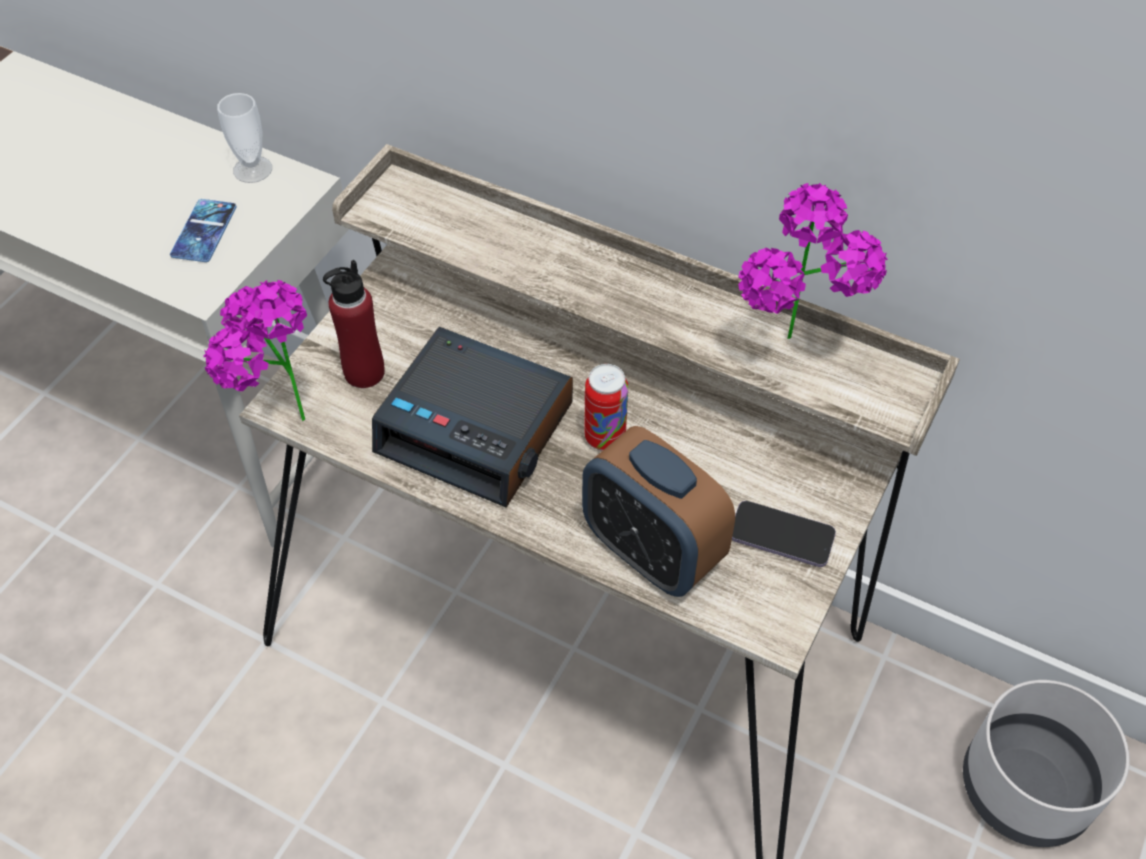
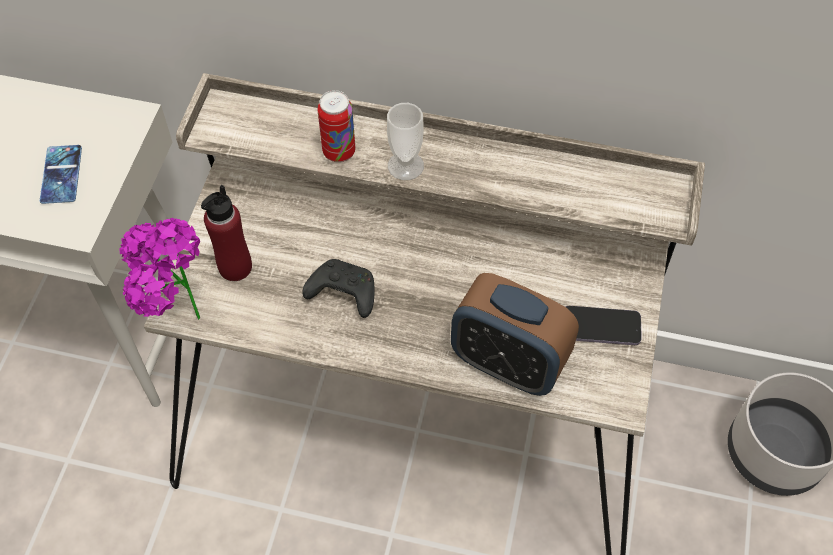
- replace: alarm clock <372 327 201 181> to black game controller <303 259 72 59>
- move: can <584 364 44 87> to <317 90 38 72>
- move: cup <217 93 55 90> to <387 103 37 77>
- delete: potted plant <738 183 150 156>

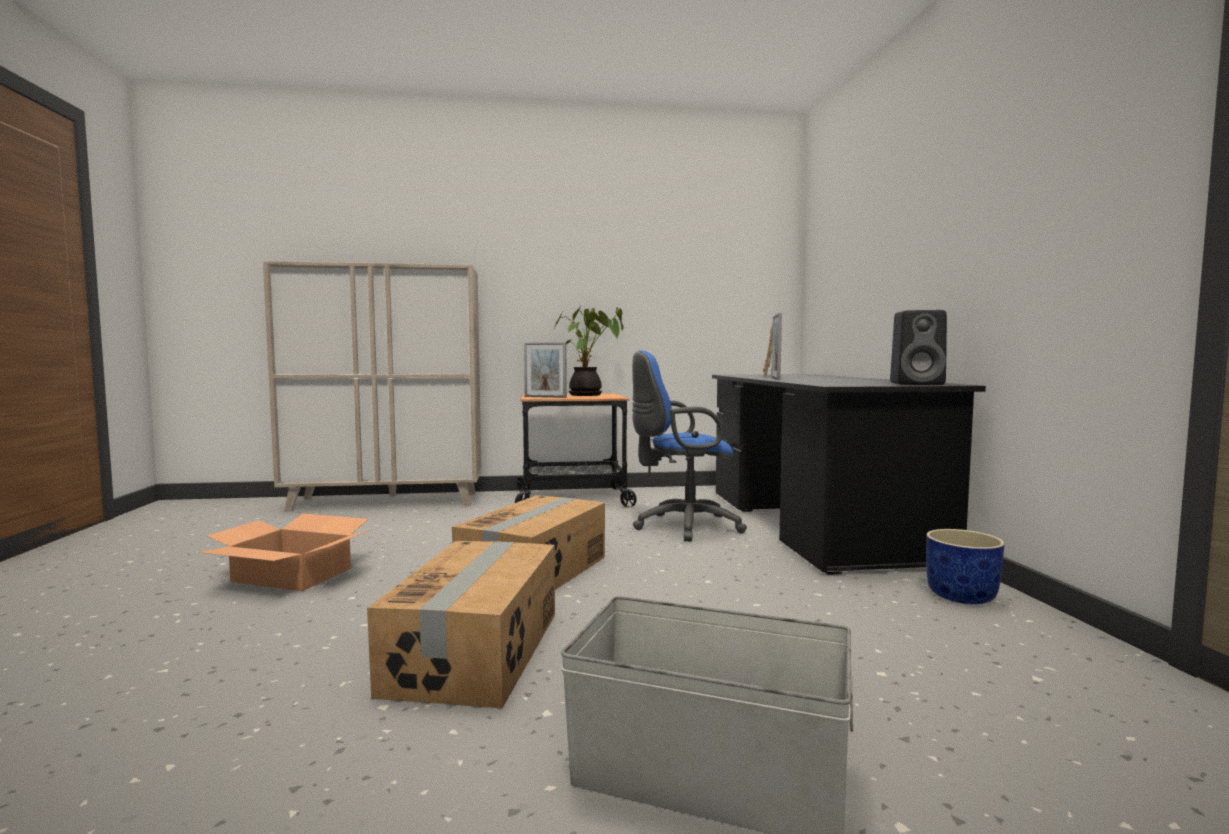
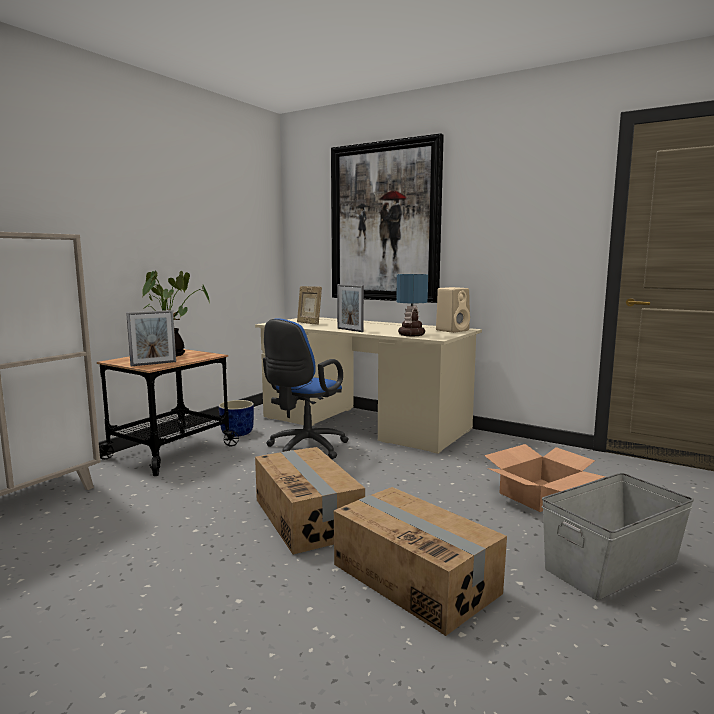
- move: blue planter <926 529 79 75> to <219 400 35 37>
- recolor: black desk <712 374 274 201> to beige desk <255 317 227 137>
- insert: picture <331 133 113 170>
- insert: table lamp <396 274 32 62>
- recolor: black speaker <890 310 57 75> to beige speaker <436 287 34 46>
- move: cardboard box <199 513 171 78> to <484 444 121 68>

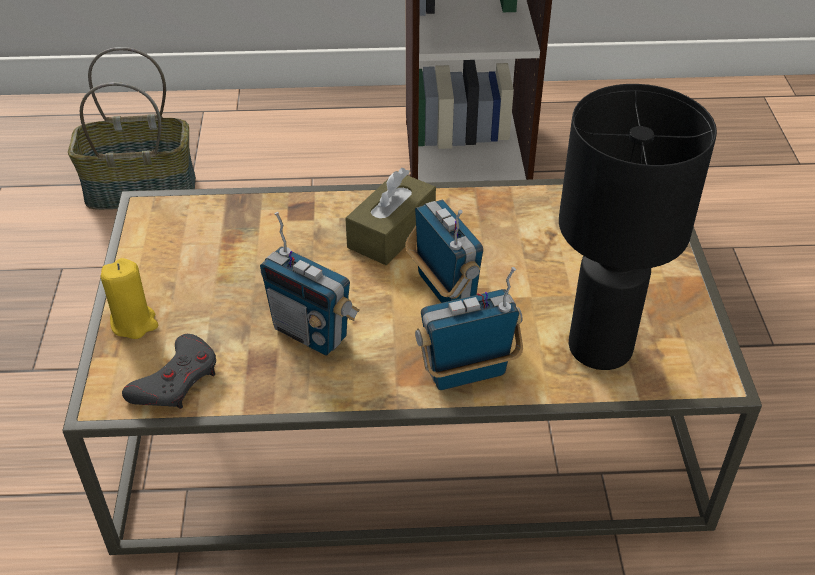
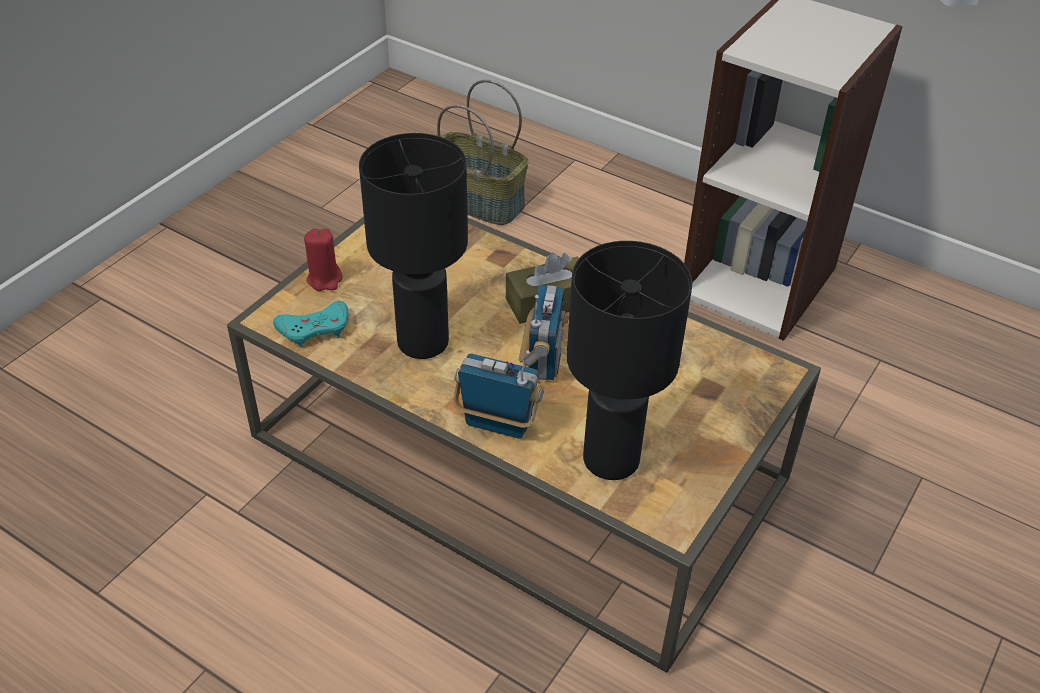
- recolor: grey game controller <122 334 94 75> to turquoise game controller <273 301 75 47>
- recolor: yellow candle <101 258 57 81> to red candle <304 228 38 63>
- replace: radio <260 212 99 144> to black table lamp <359 133 109 226>

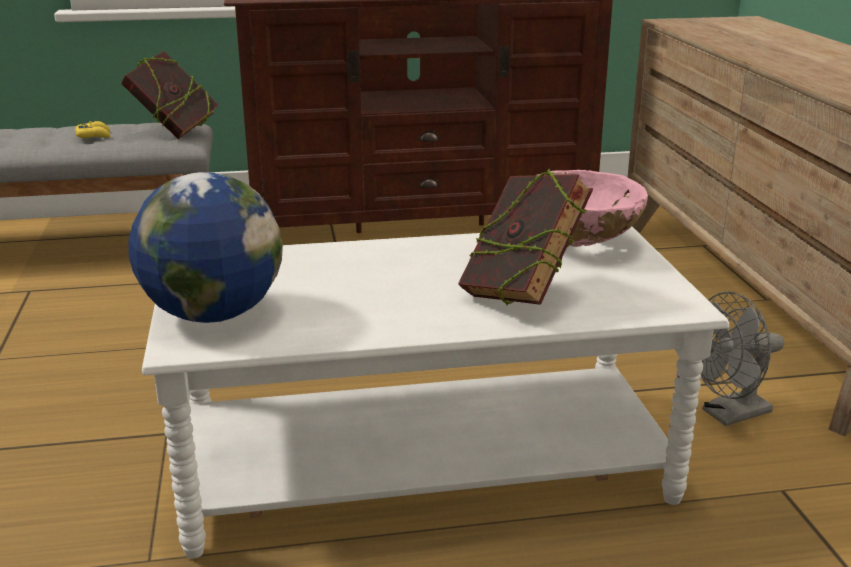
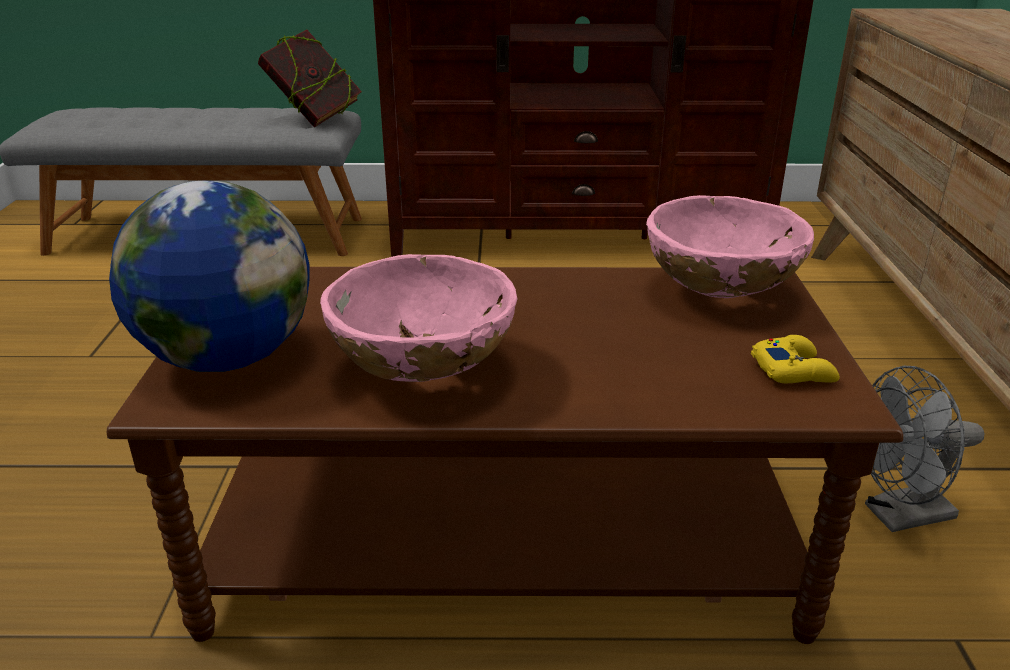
- recolor: white coffee table <142 227 587 332> to brown coffee table <107 267 796 377>
- insert: pink bowl <320 254 198 128>
- move: yellow game controller <75 121 36 17> to <751 335 89 49>
- delete: book <458 167 135 138>

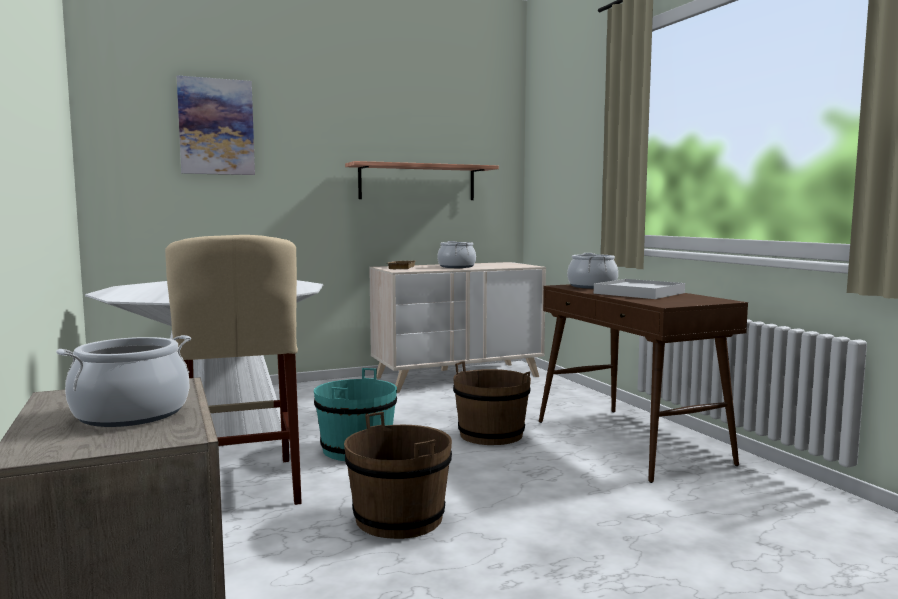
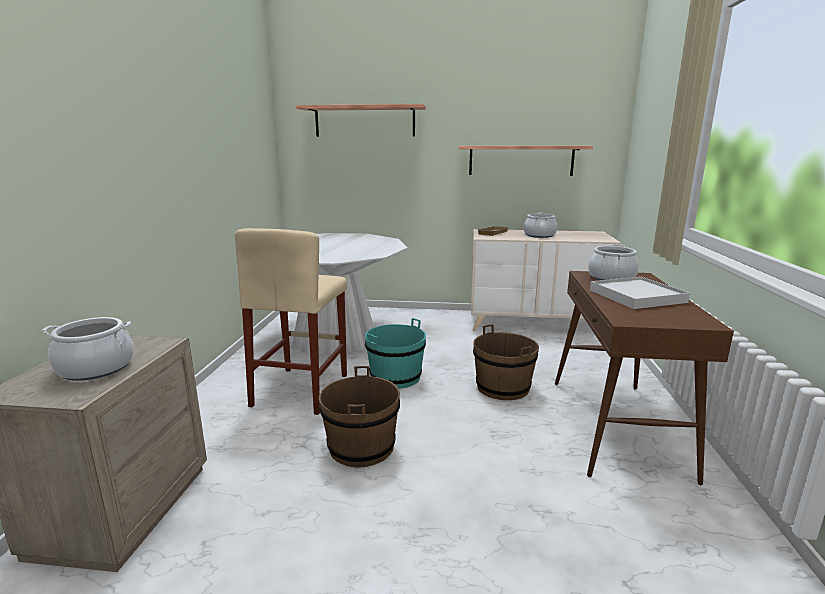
- replace: picture <177 75 78 100> to shelf <296 104 130 33>

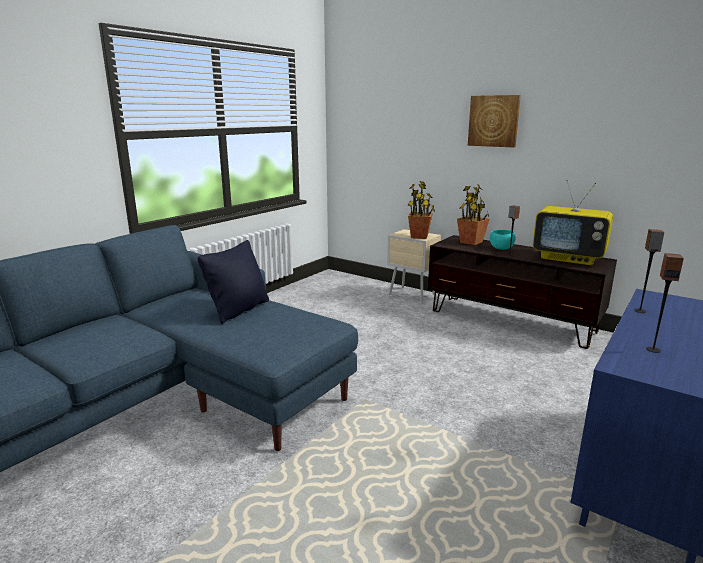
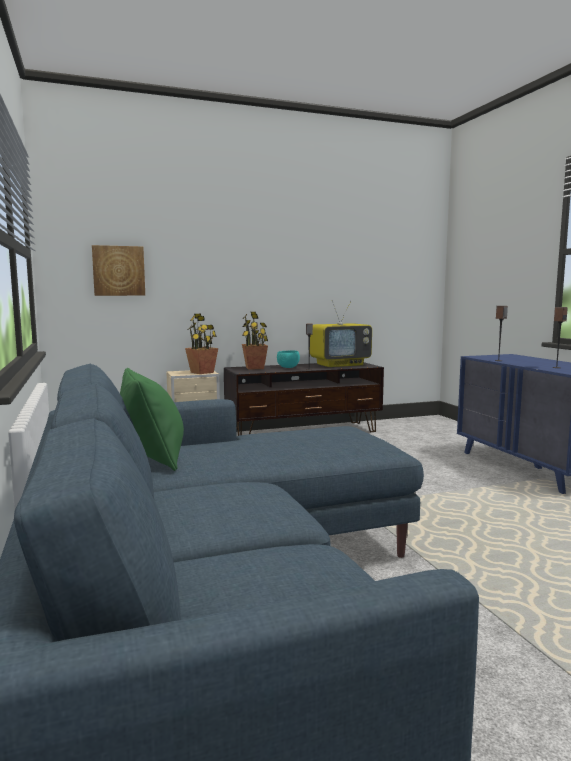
- move: picture <468 95 53 52> to <92 245 53 51>
- insert: green pillow <120 368 64 103>
- delete: black pillow <198 240 71 84>

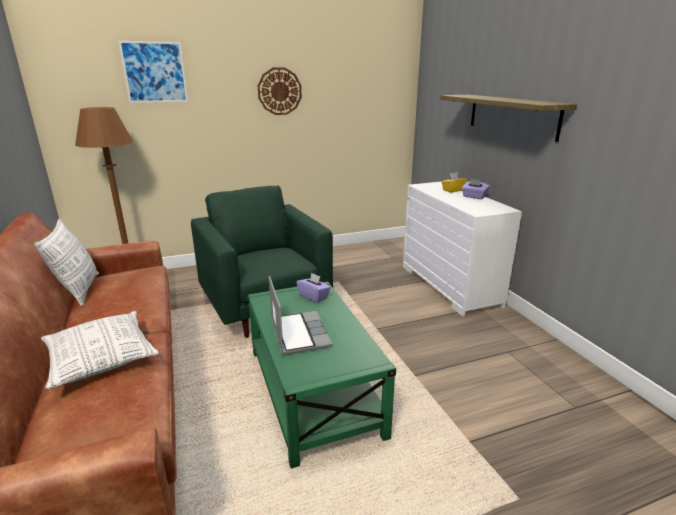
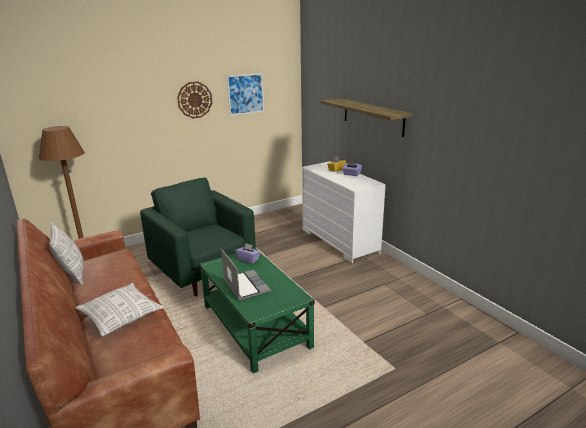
- move: picture <119 41 69 62> to <227 73 37 43>

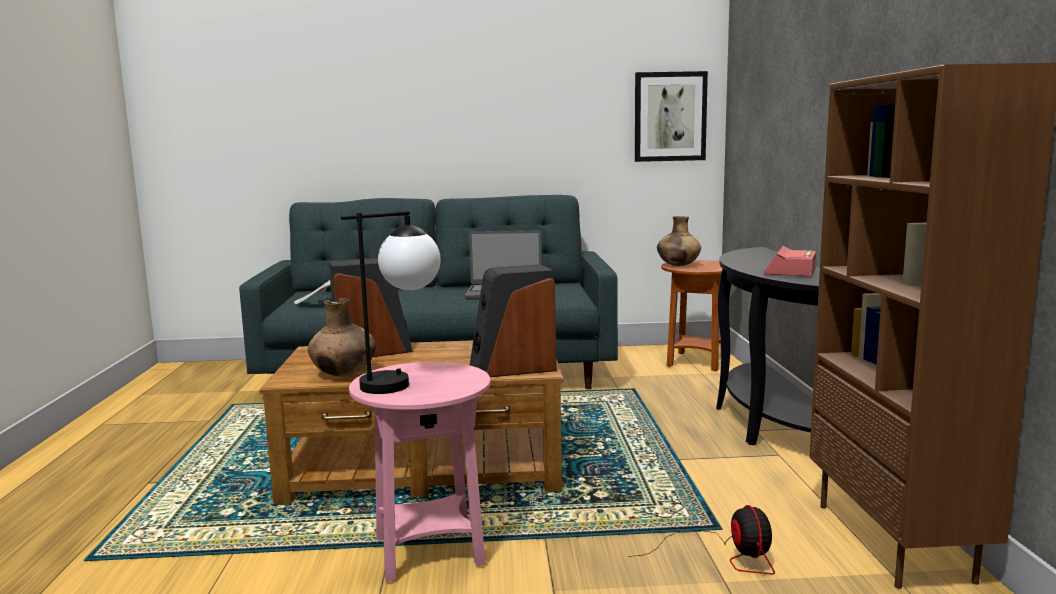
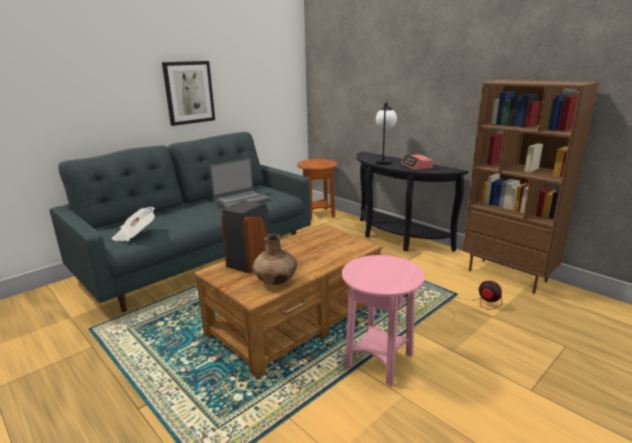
- move: picture <635 71 73 91> to <162 61 53 65>
- move: table lamp <341 211 100 183> to <375 101 22 64>
- delete: speaker <470 264 87 113>
- delete: brown vase <657 216 44 50>

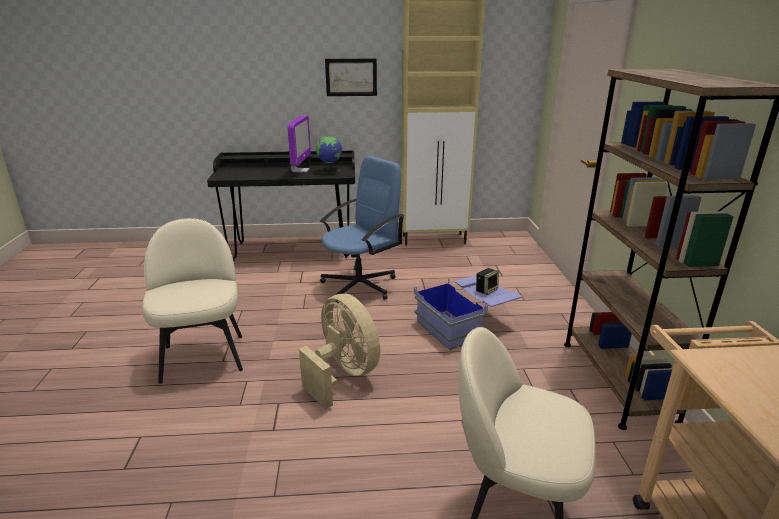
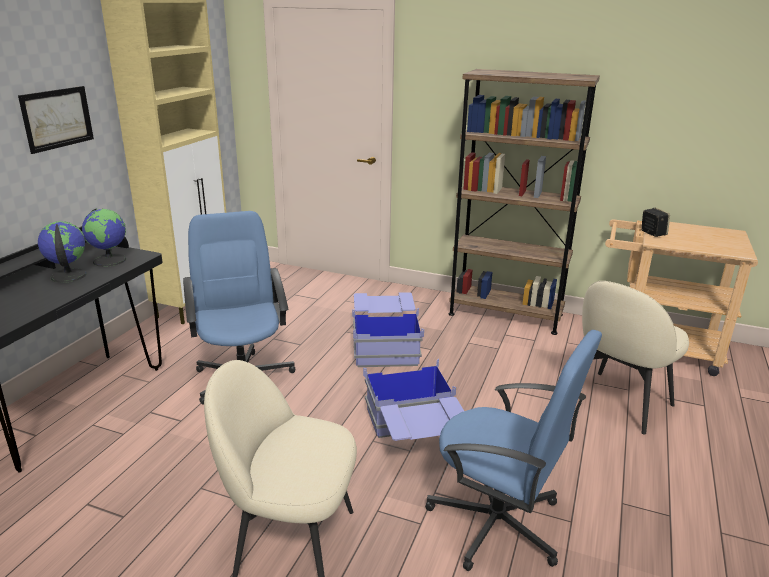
- replace: monitor <287 116 24 57> to globe <38 221 49 62>
- replace: beige fan <299 294 81 115> to blue storage box <363 359 101 82>
- insert: blue office chair <425 330 177 241>
- move: speaker <476 268 23 27> to <641 208 29 29>

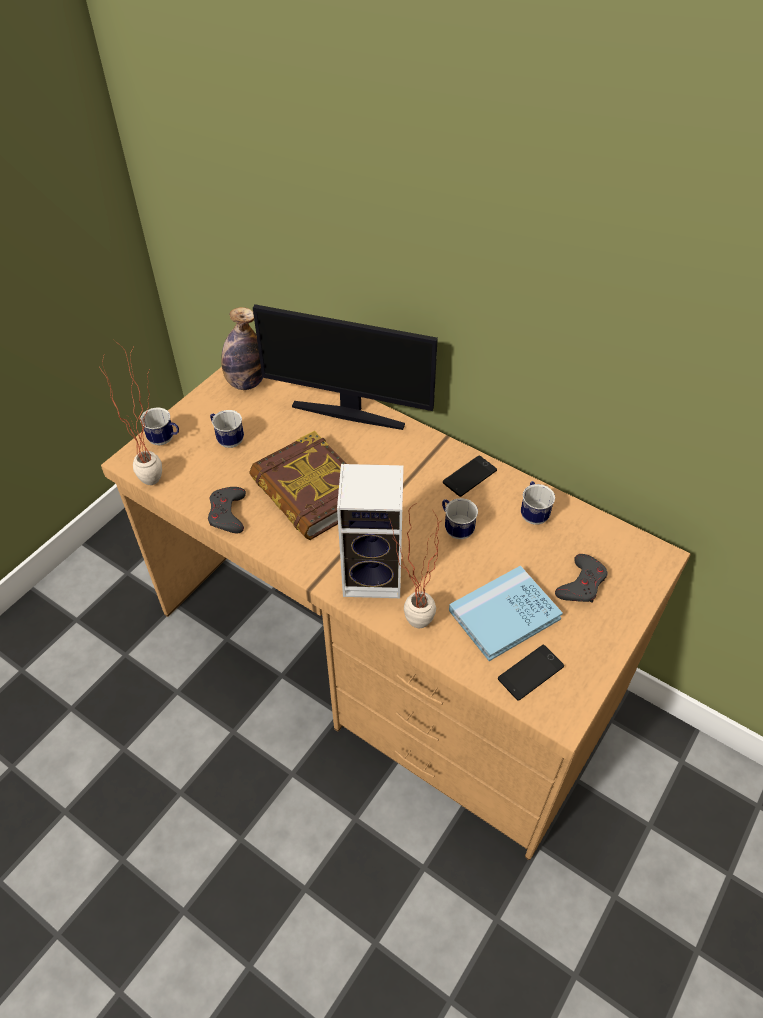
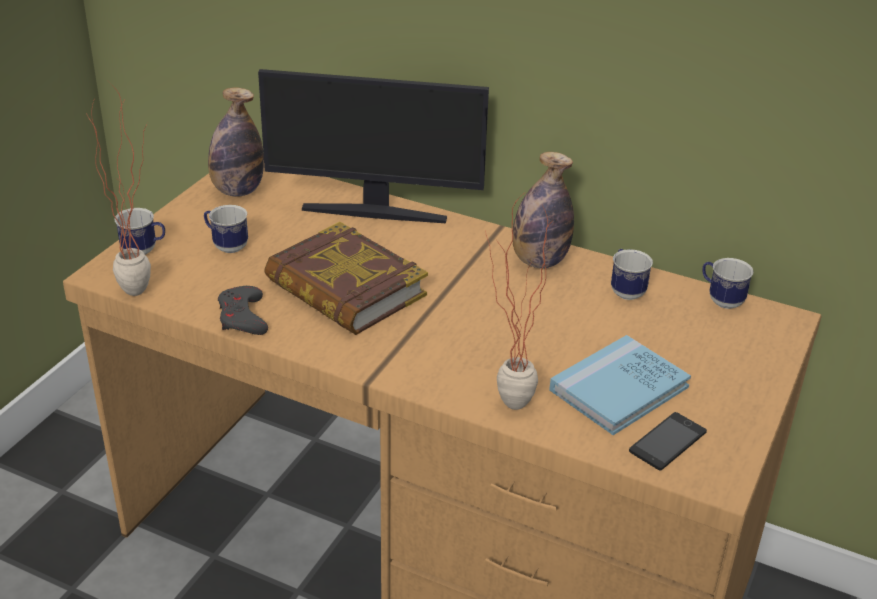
- replace: phone <443 456 54 41> to bottle <513 152 61 116>
- move: mug <442 498 36 41> to <702 258 51 51>
- delete: speaker <337 464 67 134>
- delete: grey game controller <555 554 53 49>

